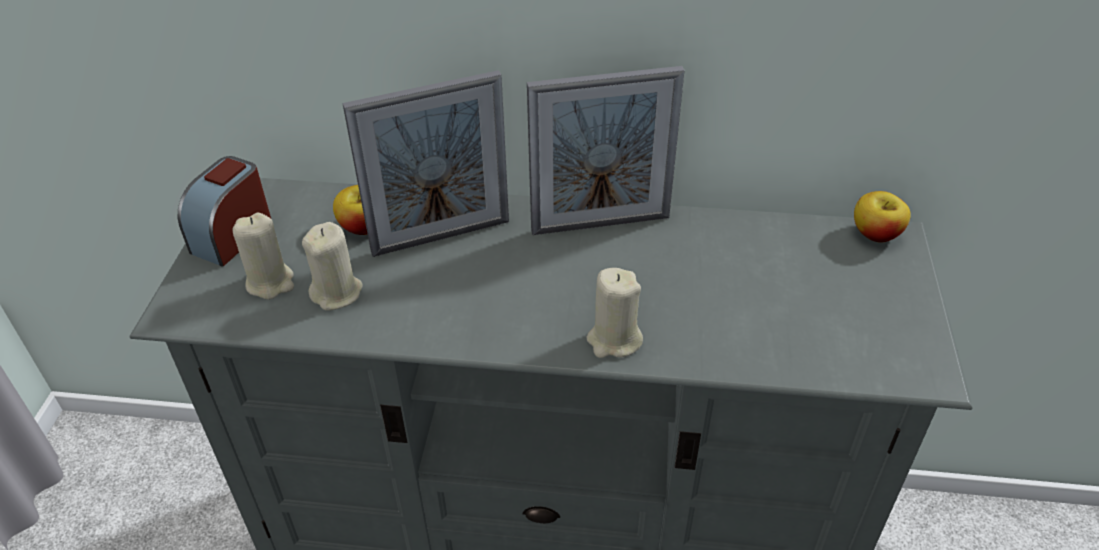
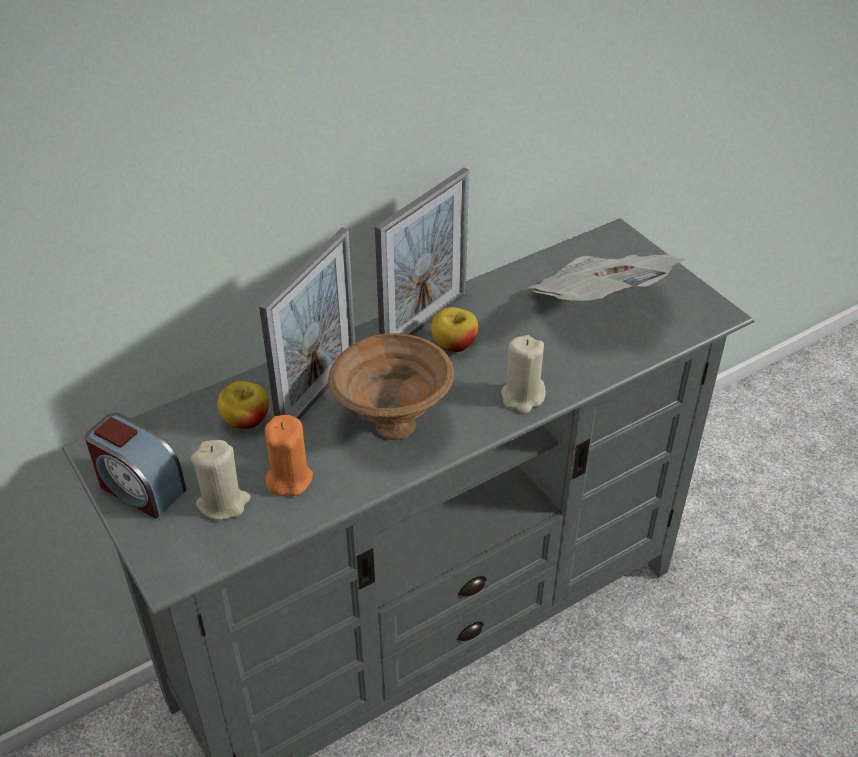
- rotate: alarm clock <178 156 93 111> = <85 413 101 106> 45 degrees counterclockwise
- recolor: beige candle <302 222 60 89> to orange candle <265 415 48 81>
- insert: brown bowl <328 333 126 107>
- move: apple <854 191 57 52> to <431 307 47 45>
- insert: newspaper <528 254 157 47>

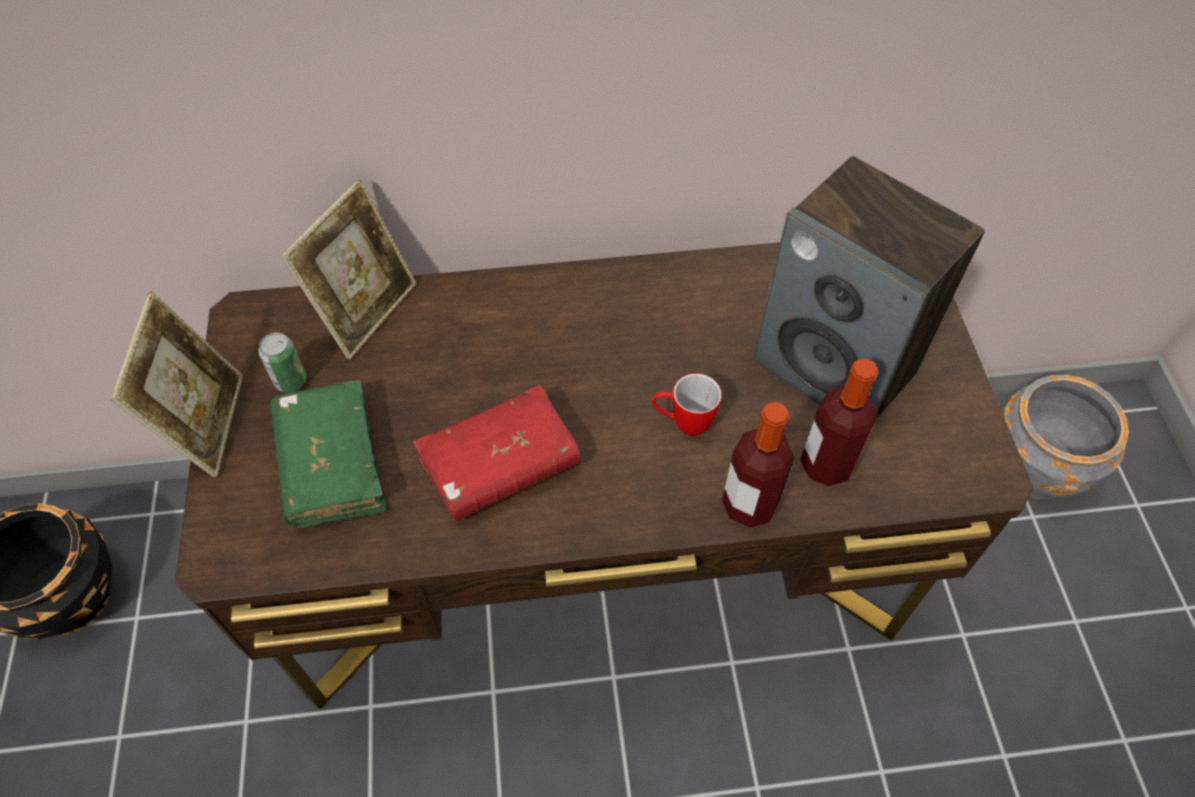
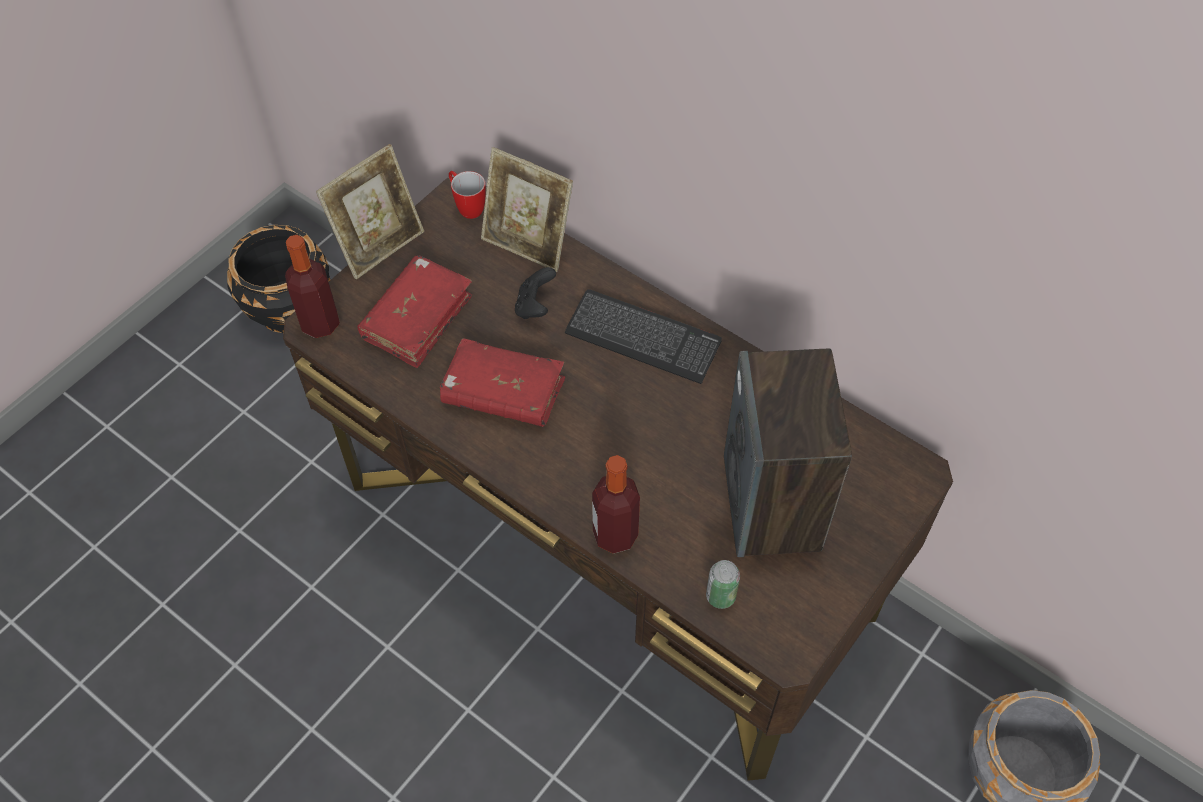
- move: bottle <800 358 79 129> to <285 235 55 103>
- recolor: green book <270 380 116 148> to red book <357 256 115 112>
- move: mug <652 373 70 63> to <449 171 37 48>
- rotate: picture frame <281 179 135 180> = <481 147 92 125> 45 degrees clockwise
- insert: black game controller <515 267 41 52>
- insert: keyboard <565 289 157 95>
- move: can <258 332 49 60> to <706 560 34 49>

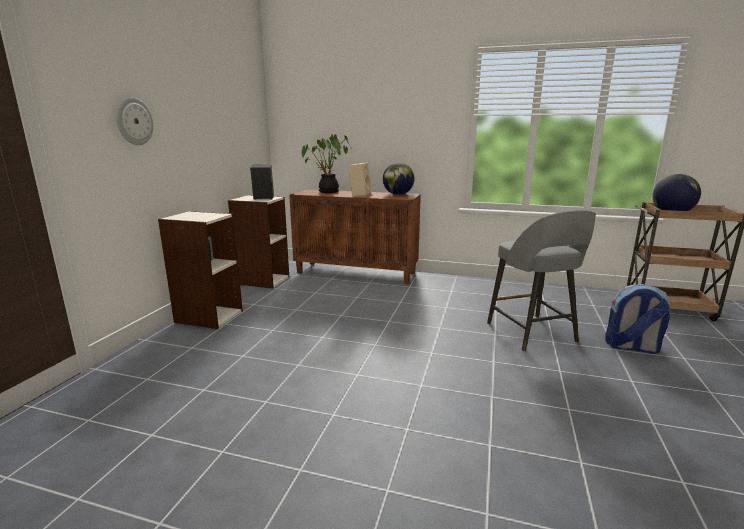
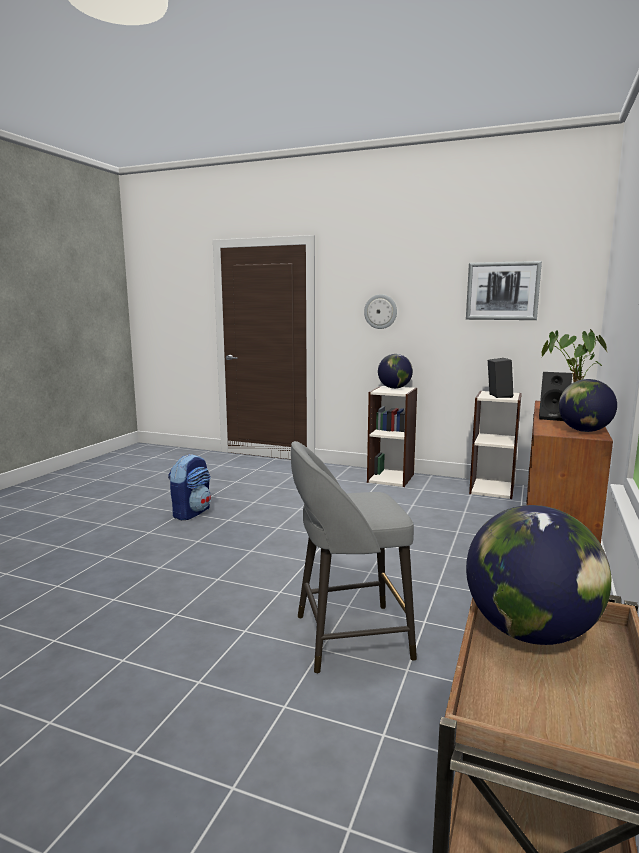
- move: backpack <605 284 65 70> to <168 454 43 66>
- insert: globe <378 354 35 35>
- insert: picture <466 261 76 59>
- recolor: beige speaker <348 163 23 34> to black speaker <539 372 33 49>

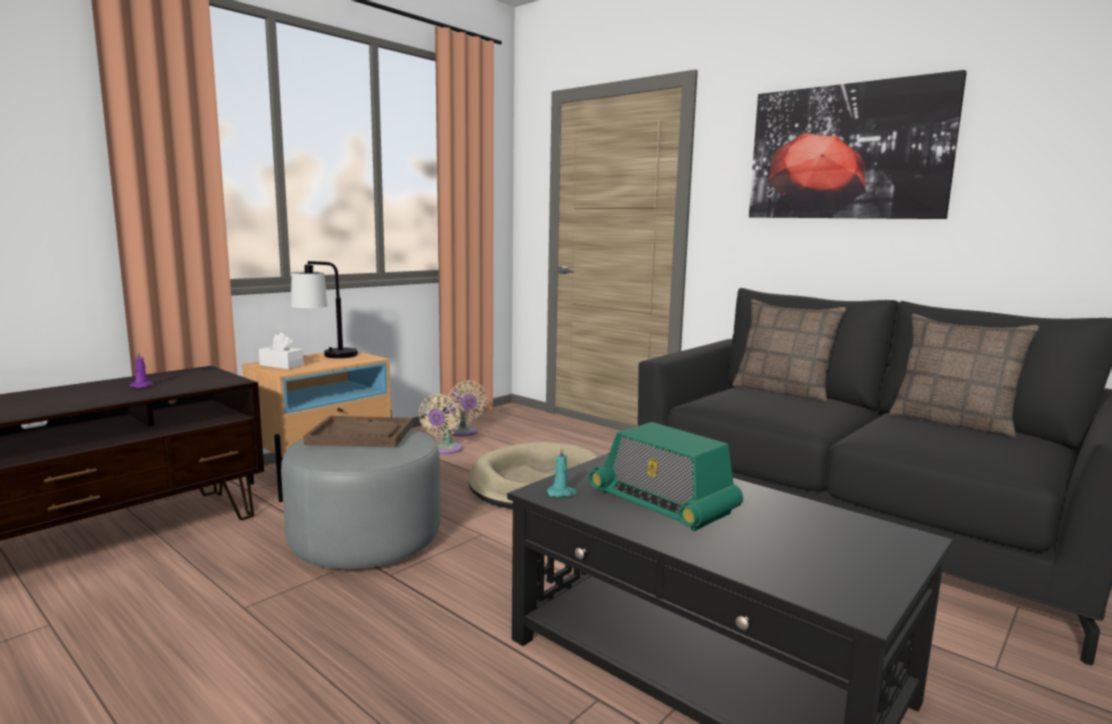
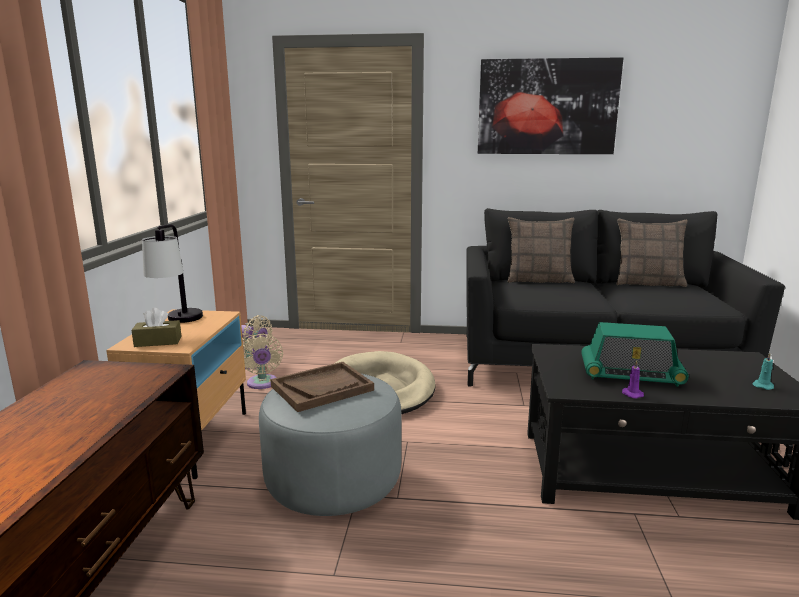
- recolor: white tissue box <259 333 45 36> to brown tissue box <131 308 51 39>
- move: purple candle <130 350 23 38> to <622 360 22 38>
- move: turquoise candle <547 446 30 51> to <752 353 22 37>

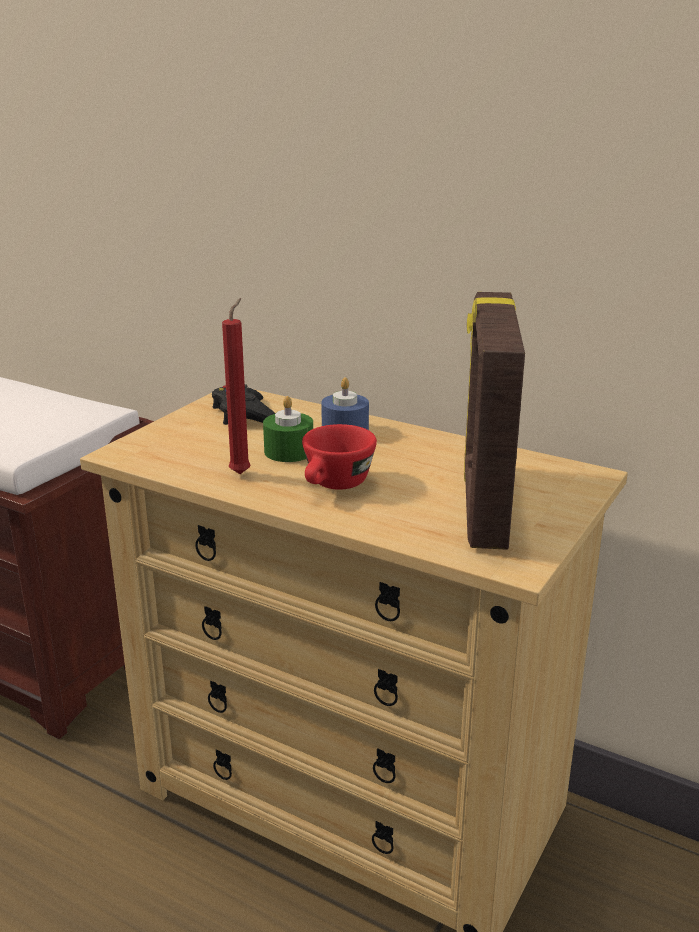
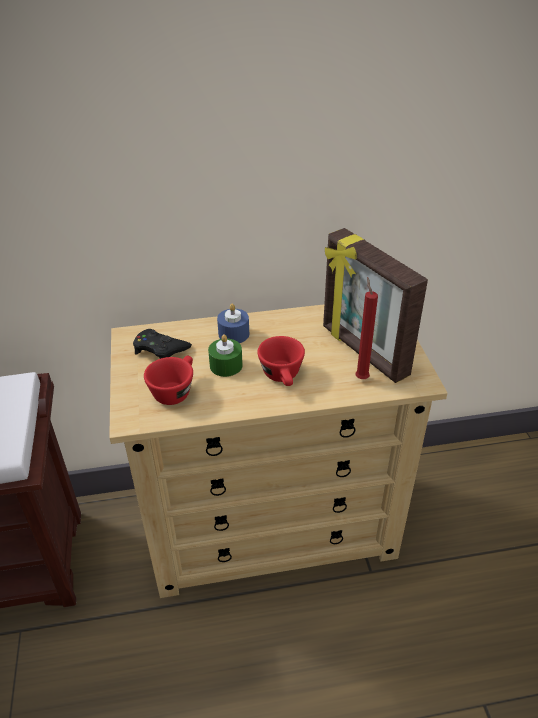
- insert: red cup <144 356 49 49>
- move: red candle <222 298 29 176> to <355 277 23 102>

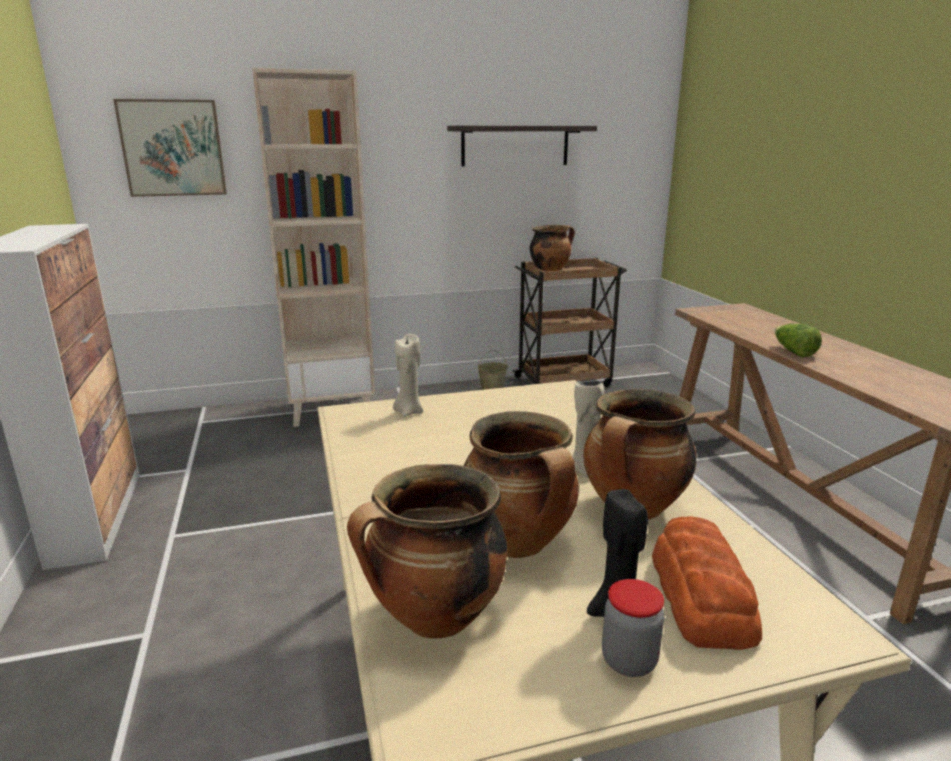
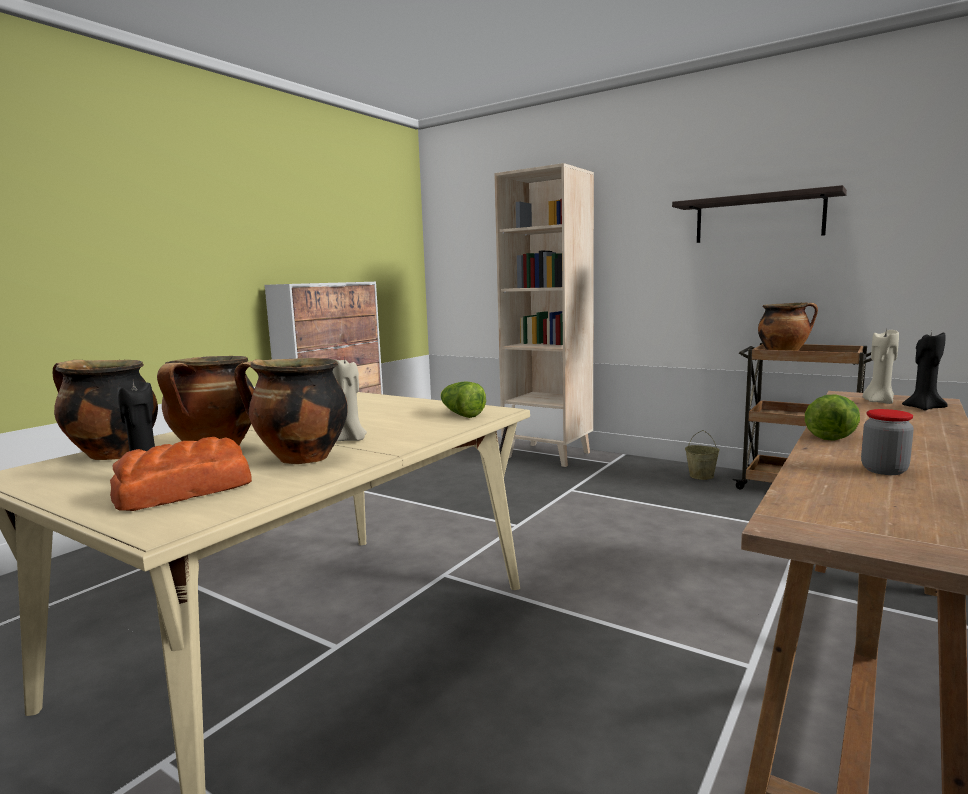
- insert: lettuce <440 381 46 37>
- move: jar <602 579 63 98> to <861 409 53 66>
- move: beige candle <393 334 30 83> to <863 330 36 74>
- insert: black candle <902 331 46 79>
- delete: picture <113 99 114 98>

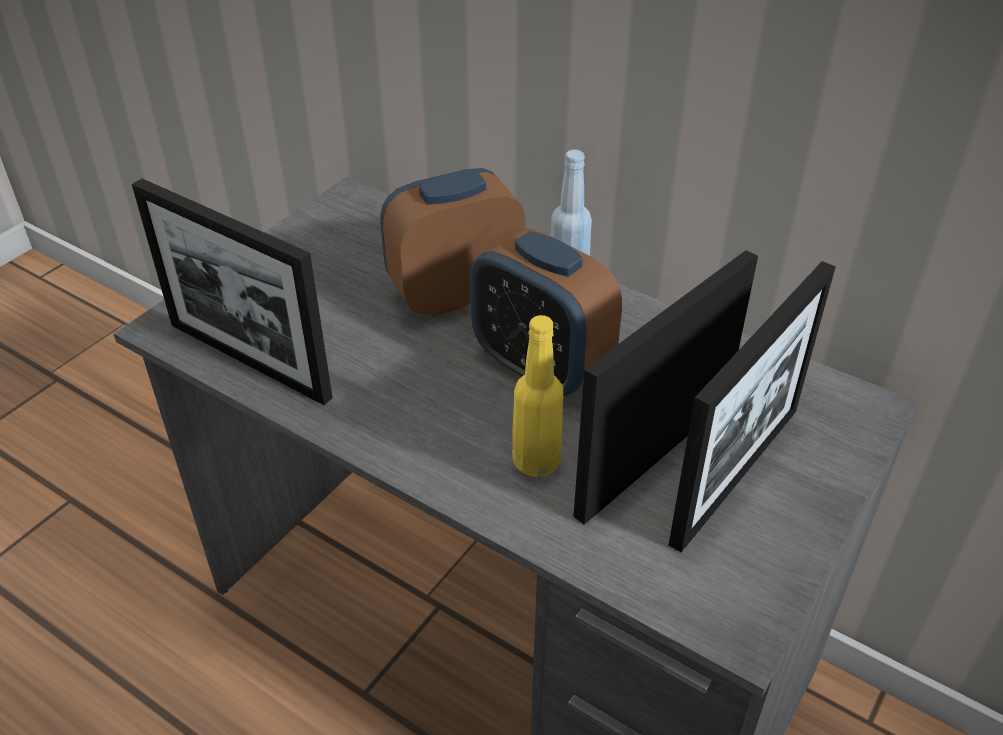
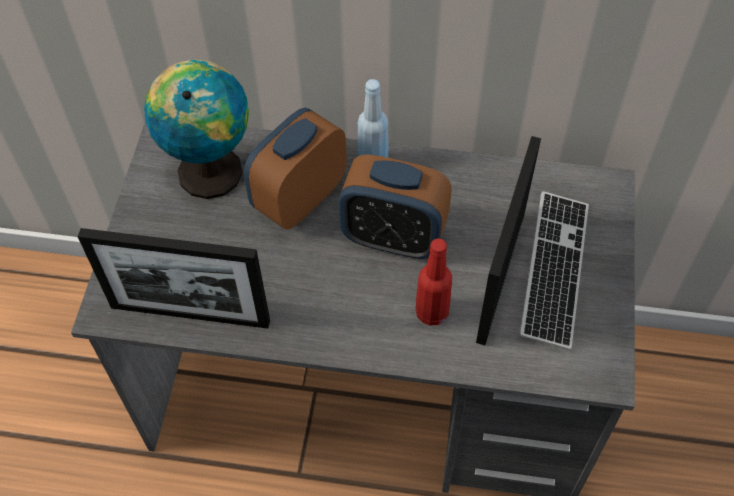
- insert: globe <144 60 105 139>
- recolor: yellow bottle <512 315 51 162> to red bottle <415 238 37 87>
- replace: picture frame <669 261 167 291> to keyboard <519 191 70 159>

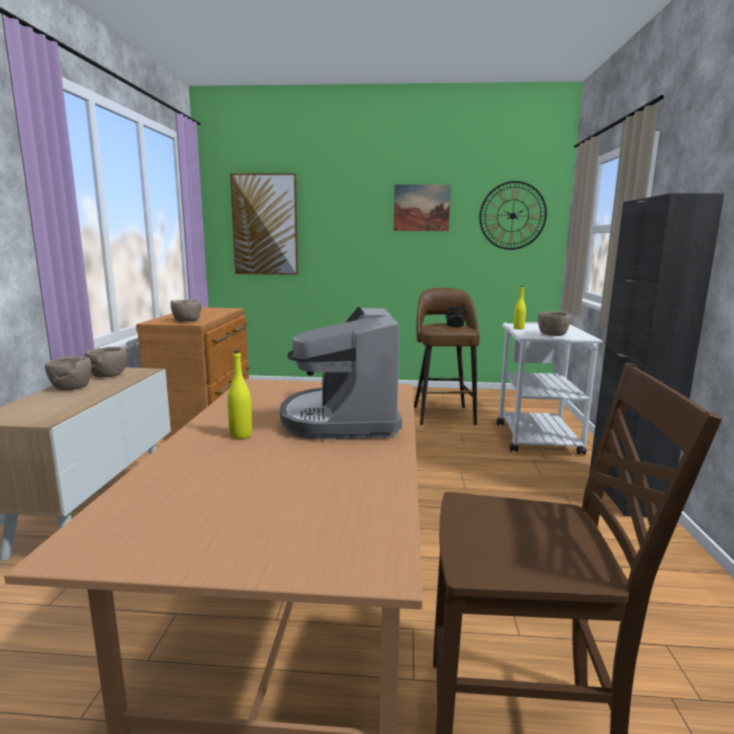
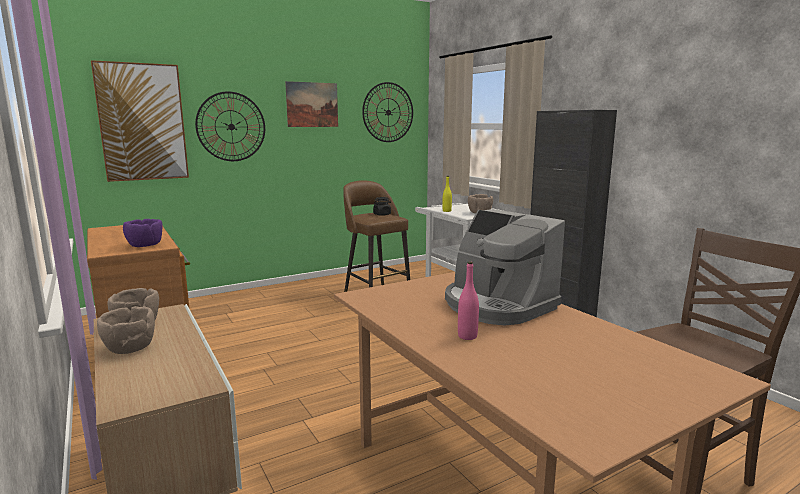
- recolor: brown bowl <171 299 31 23> to purple bowl <123 219 39 28>
- insert: wall clock <195 91 70 70>
- recolor: yellow bottle <227 351 25 88> to pink bottle <458 261 21 79>

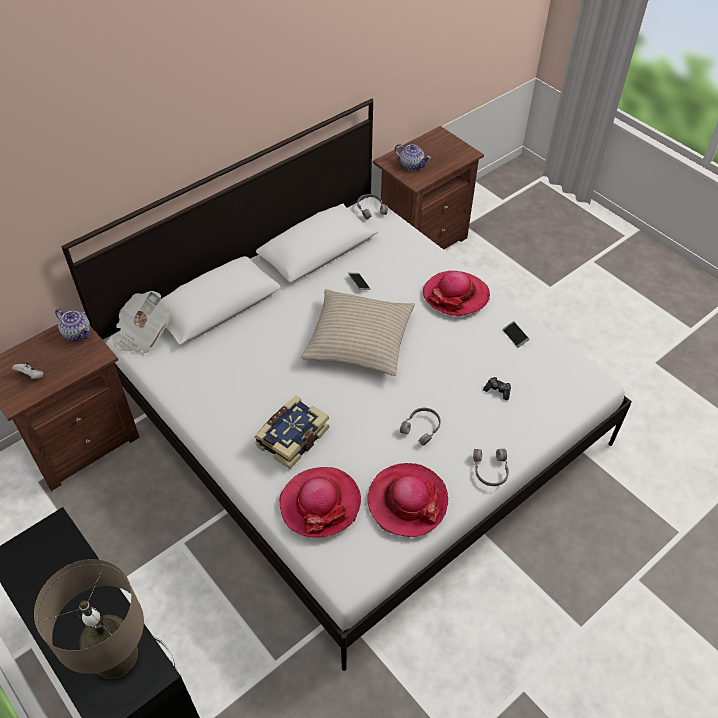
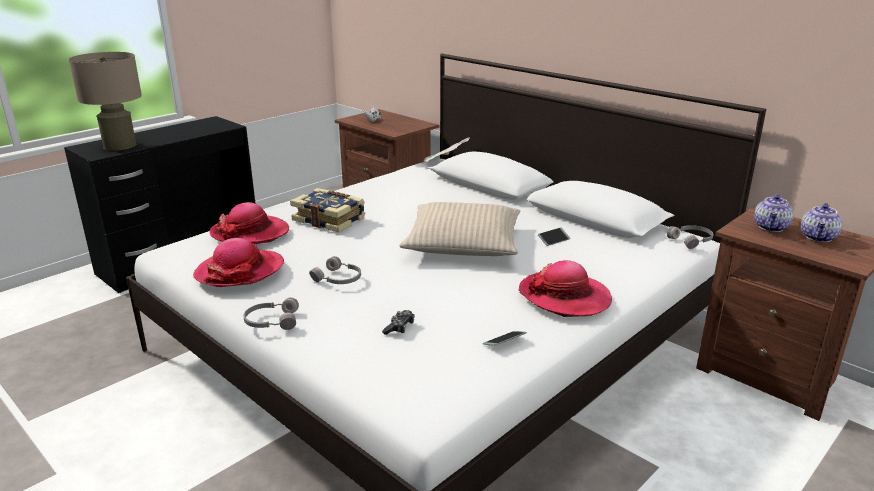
- move: teapot <55 309 35 32> to <801 203 42 39>

